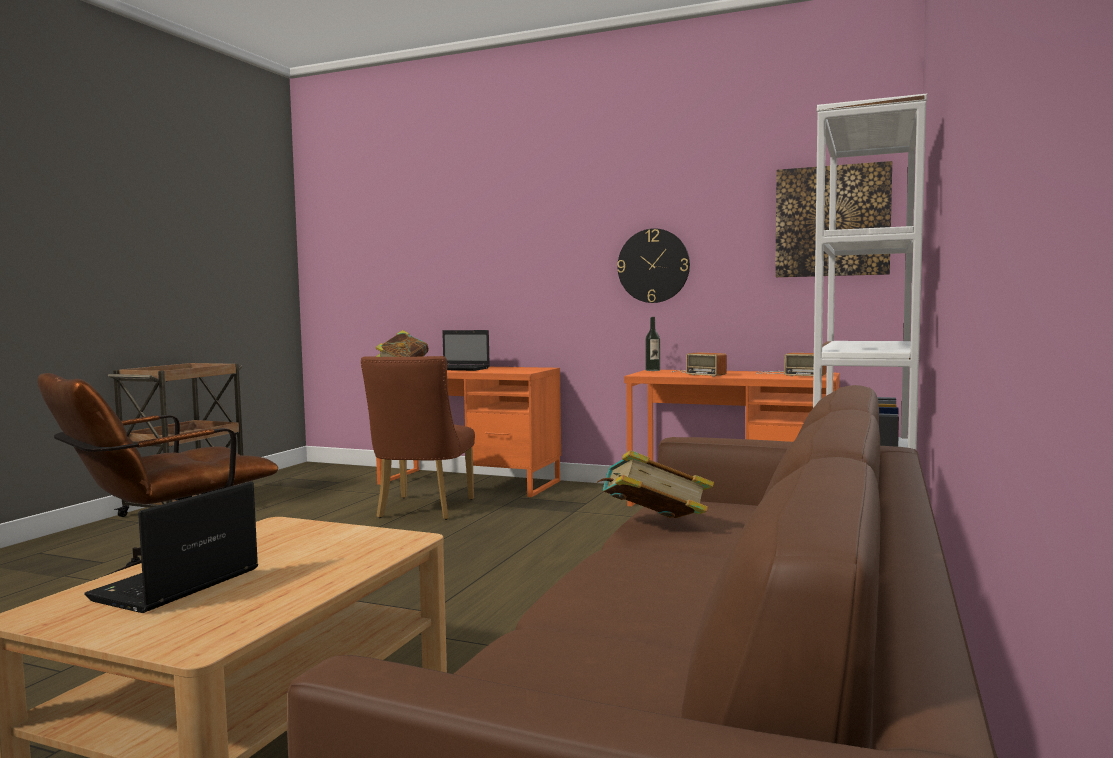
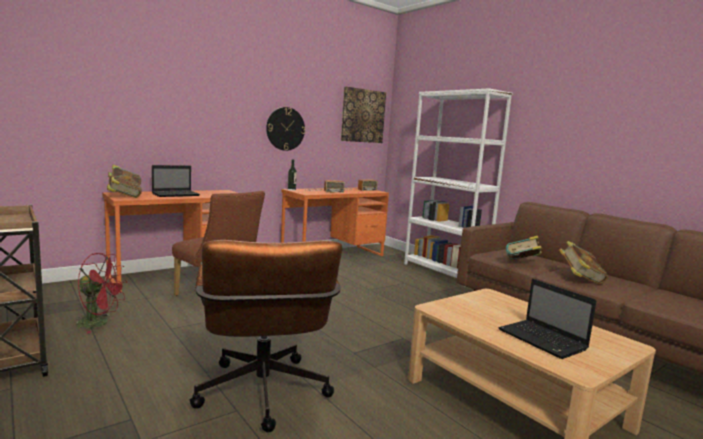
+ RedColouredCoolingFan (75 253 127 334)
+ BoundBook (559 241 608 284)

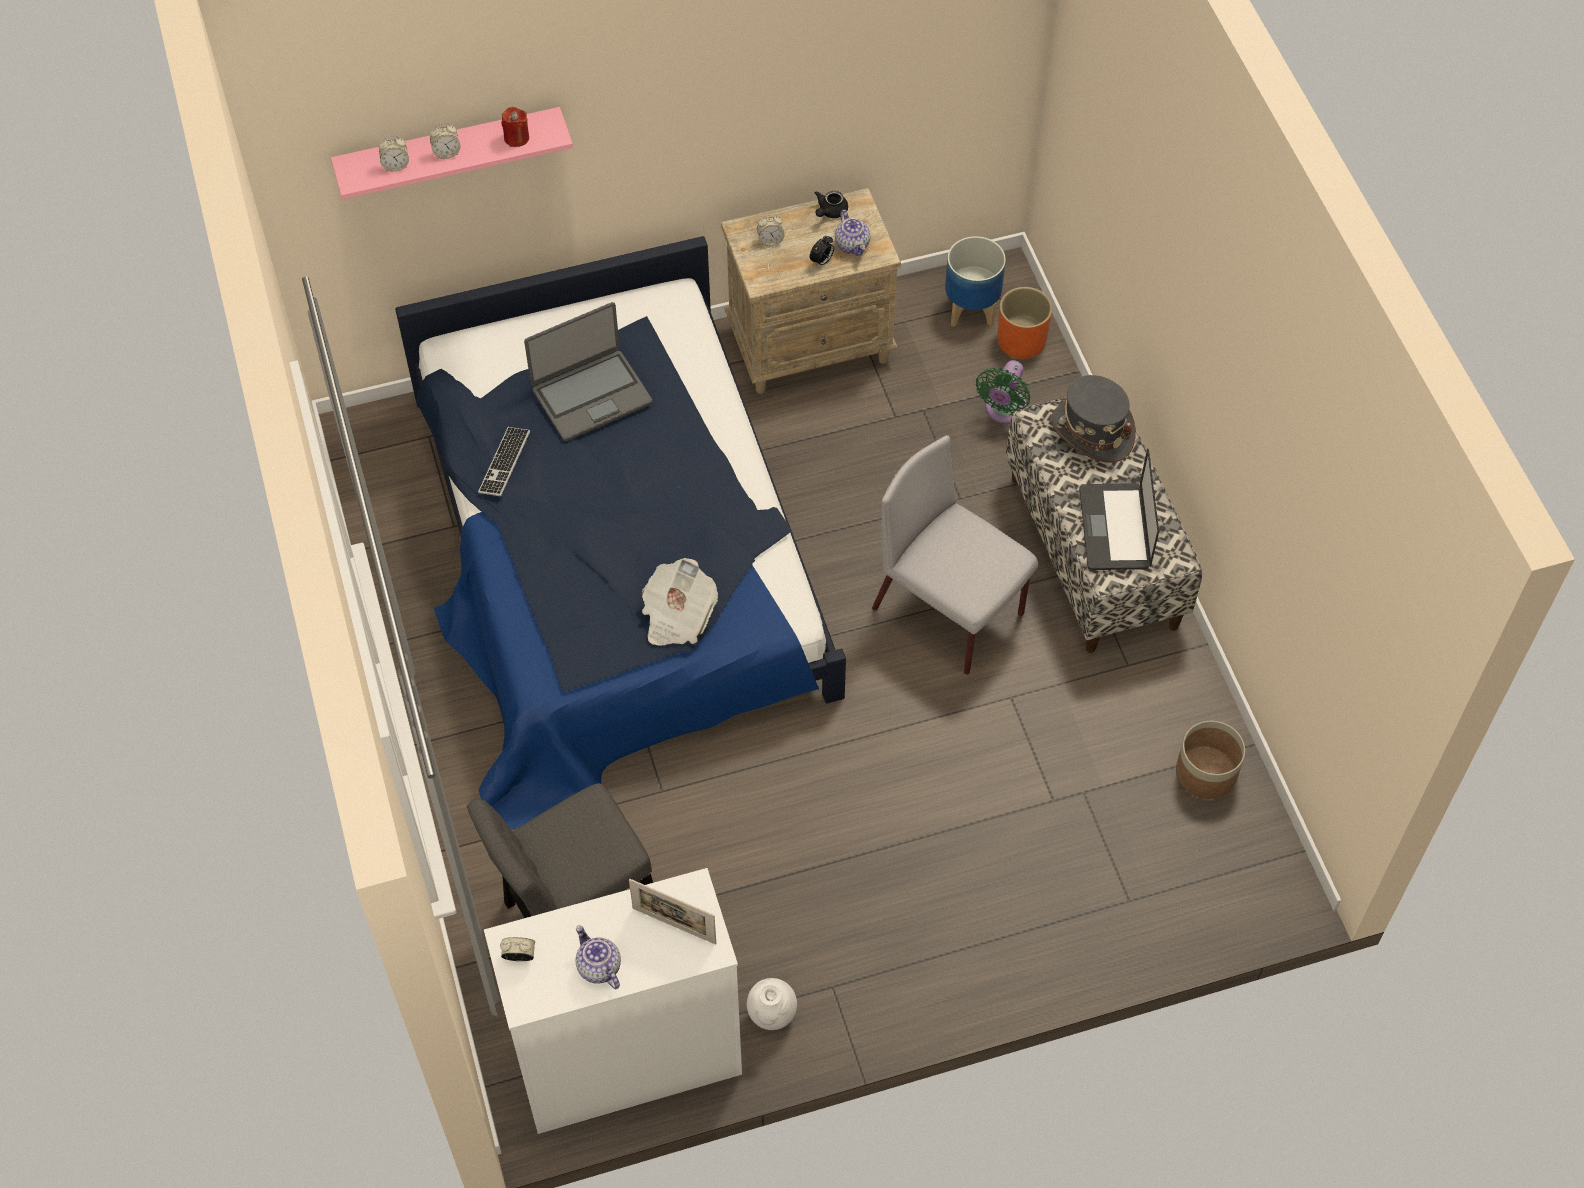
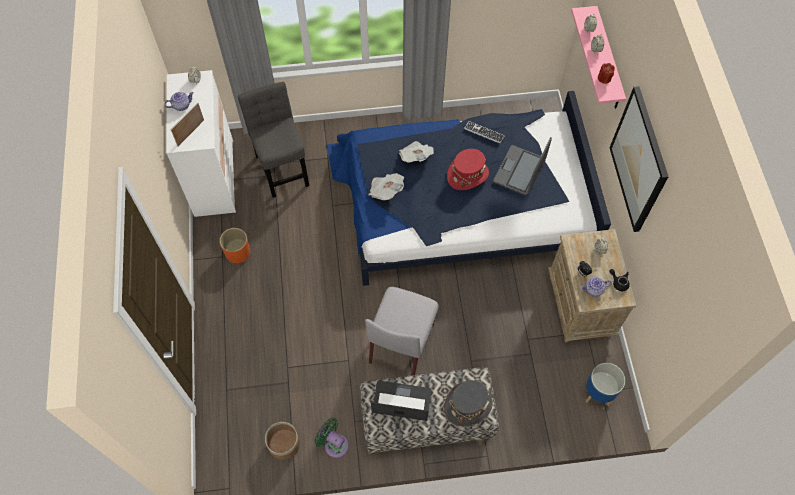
- WhitishVase (747 978 797 1030)
+ DailyPaper (399 141 434 162)
+ RedColouredWearableHat (447 149 489 190)
+ Picture (610 86 668 232)
~ GreenCoolingFan (976 360 1030 424) to (314 418 349 458)
~ OrangeColouredPlantPot (998 287 1053 359) to (219 228 250 263)
~ NotebookComputer (524 302 652 441) = (493 137 552 195) 45 degrees clockwise
~ GreyishPlainChair (872 435 1038 674) = (365 287 439 375) 150 degrees clockwise

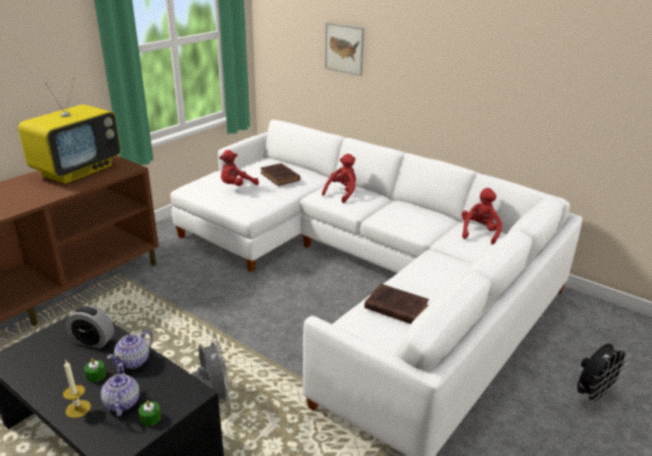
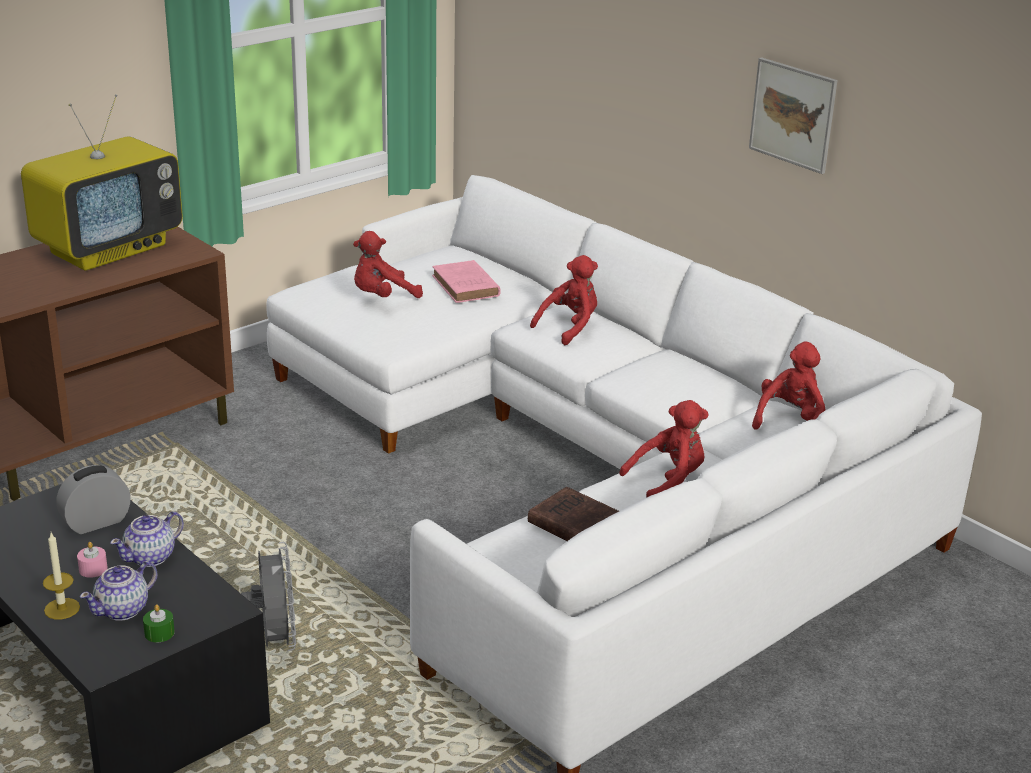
- BlackCoolingFan (577 343 631 406)
+ RedColouredPlushToy (619 400 709 498)
~ Picture (325 23 364 76) to (749 57 837 174)
~ GreenCandle (84 358 106 382) to PinkCandle (77 542 108 578)
~ BrownBoundBook (260 163 300 186) to PinkBoundBook (432 260 501 303)
~ TableClock (66 305 114 349) = (56 465 131 534) 120 degrees clockwise
~ TeaPot (101 363 140 417) = (80 561 158 621) 135 degrees counterclockwise

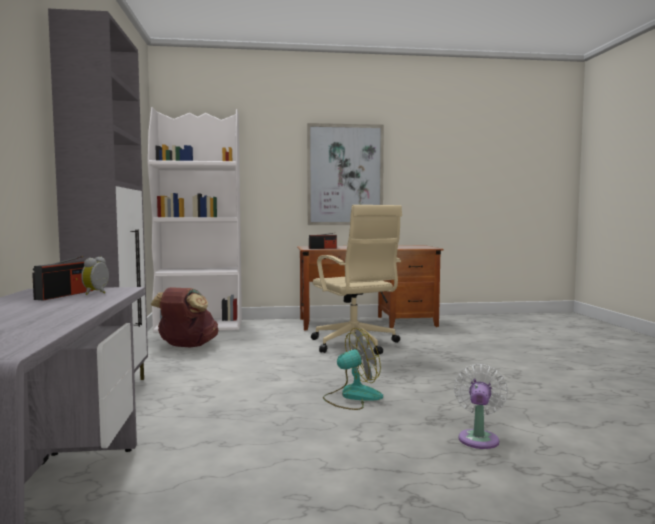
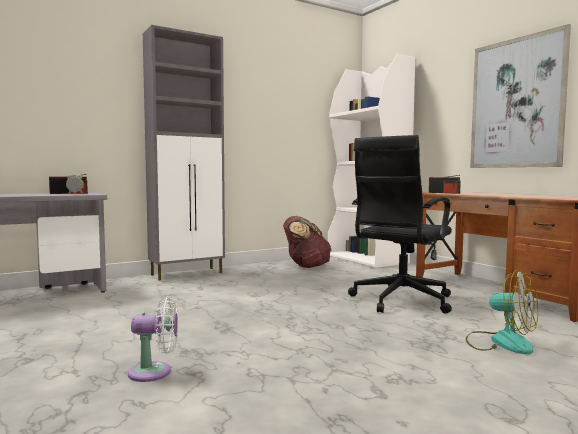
~ CoolingFan (323 328 383 410) to (466 270 538 354)
~ BeigeColouredOfficeChair (311 205 402 355) to BlackOfficeChair (348 135 452 314)

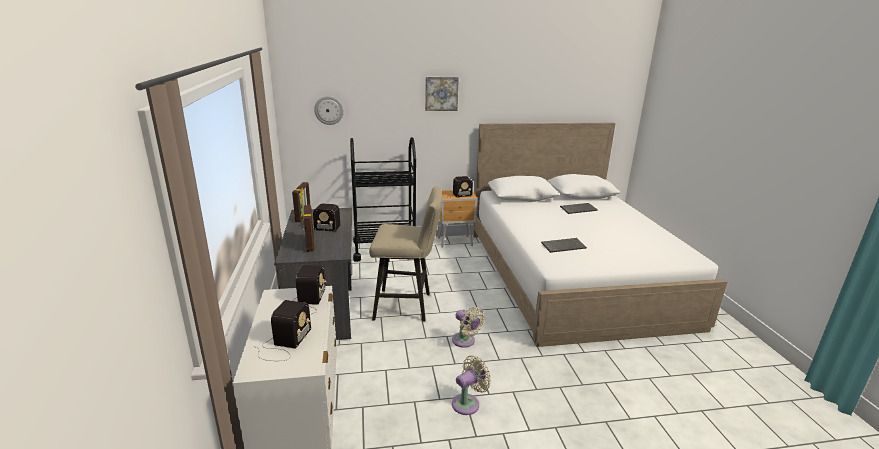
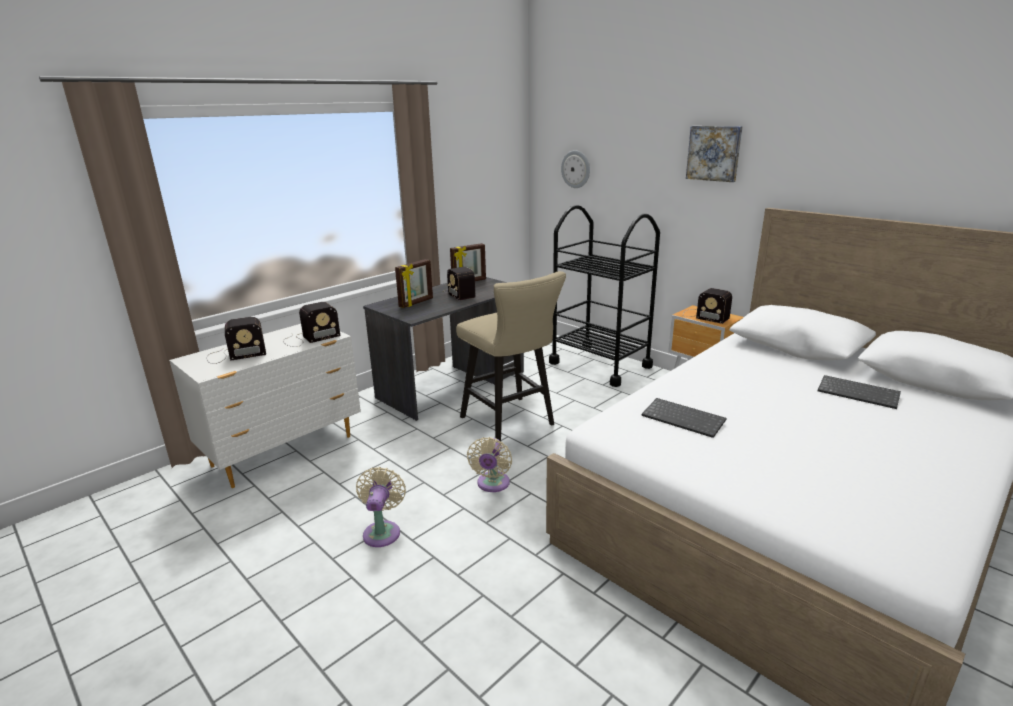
~ BeigeColouredCoolingFan (452 355 491 415) = (356 467 406 547) 105 degrees counterclockwise

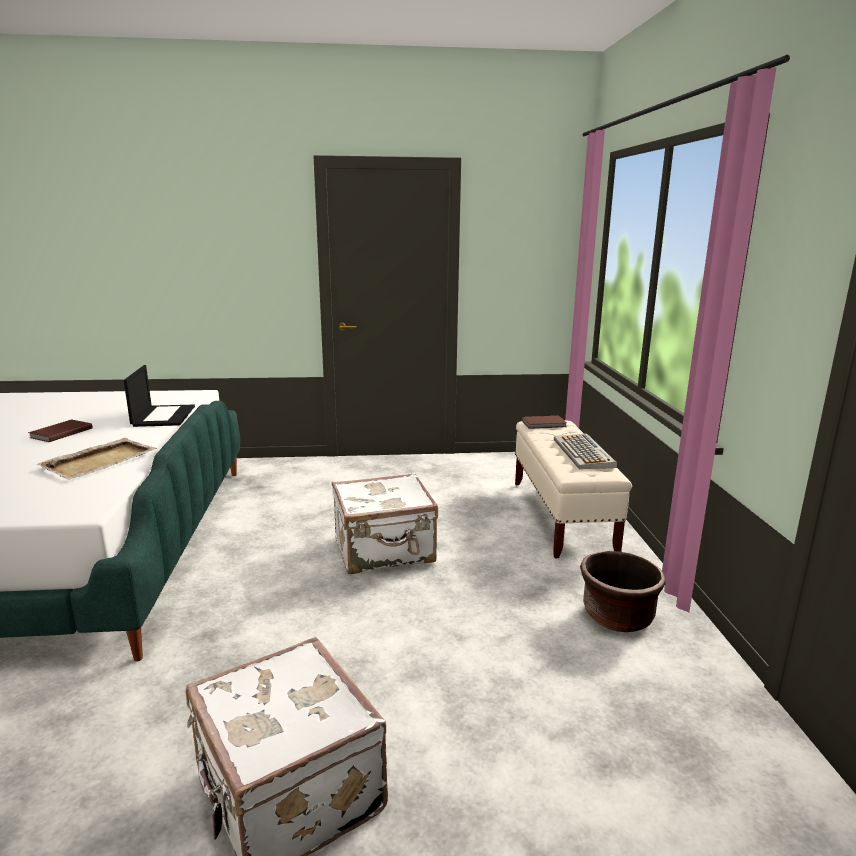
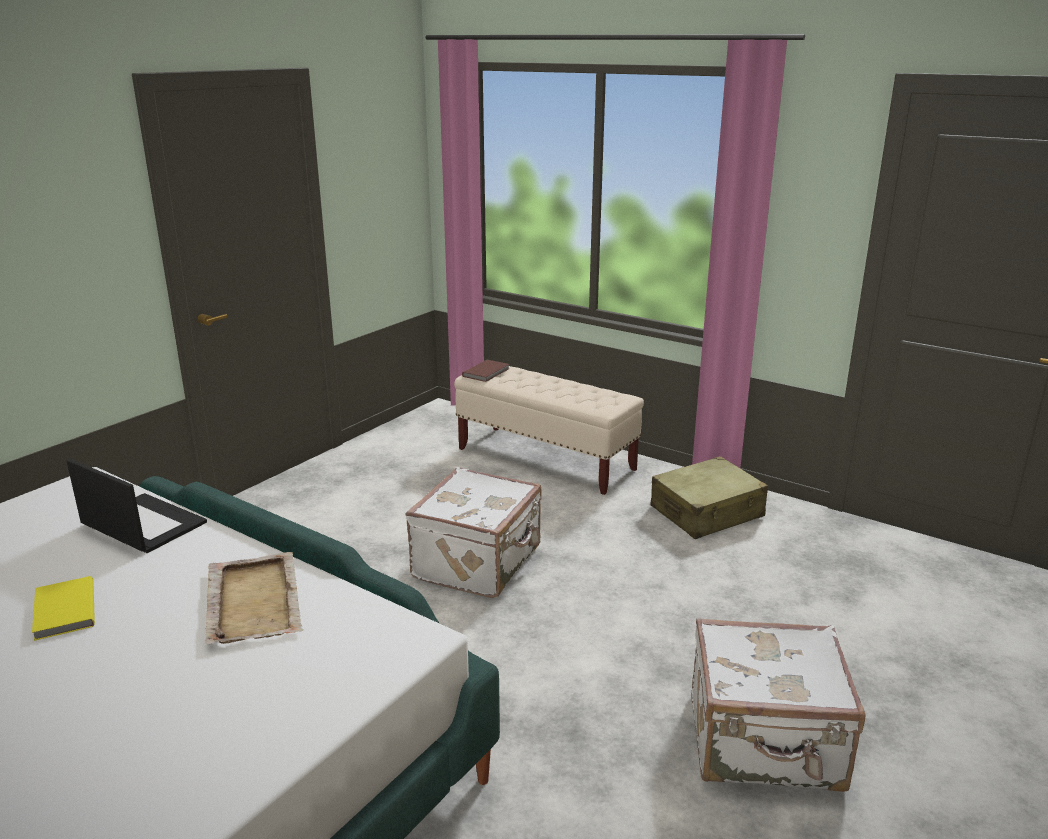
- Keyboard (554 433 617 469)
~ BrownPlantPot (580 551 665 632) to BeigeColouredPieceOfLuggage (650 456 768 539)
~ BrownBoundBook (28 419 93 442) to YellowishBoundBook (32 576 95 641)

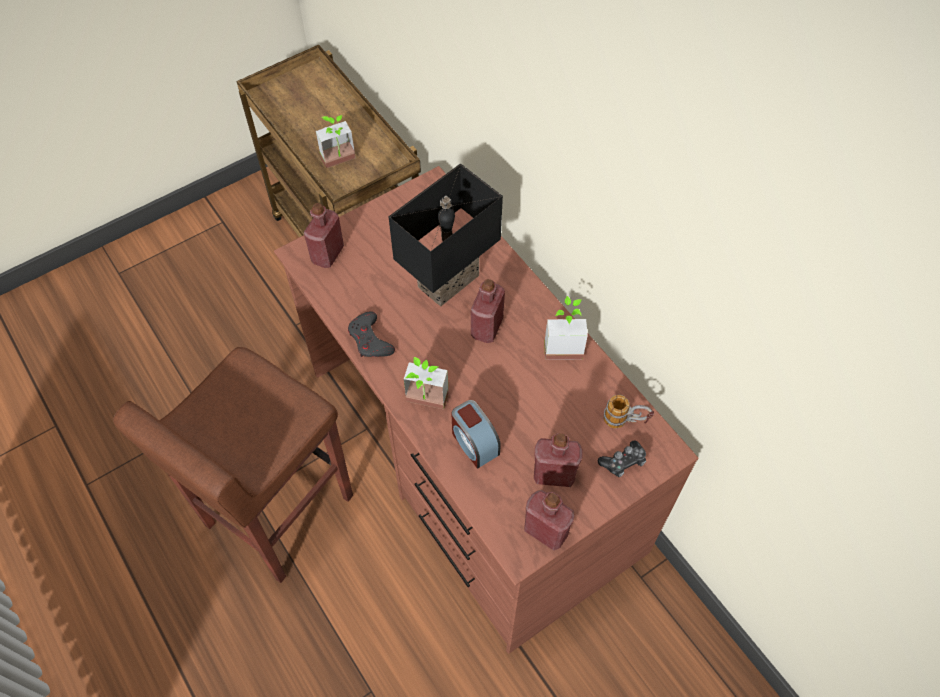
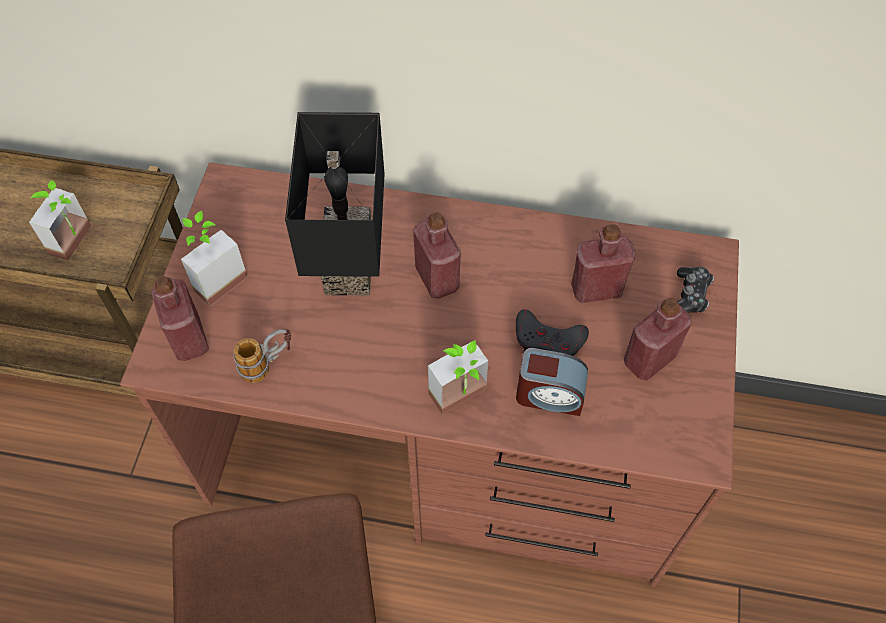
~ GreyishJoypad (348 311 395 357) to (516 309 589 356)
~ RedColouredBottle (524 490 575 551) to (571 224 635 303)
~ Houseplant (544 296 588 360) to (181 210 248 306)
~ CoffeeMug (604 395 654 428) to (233 329 291 383)

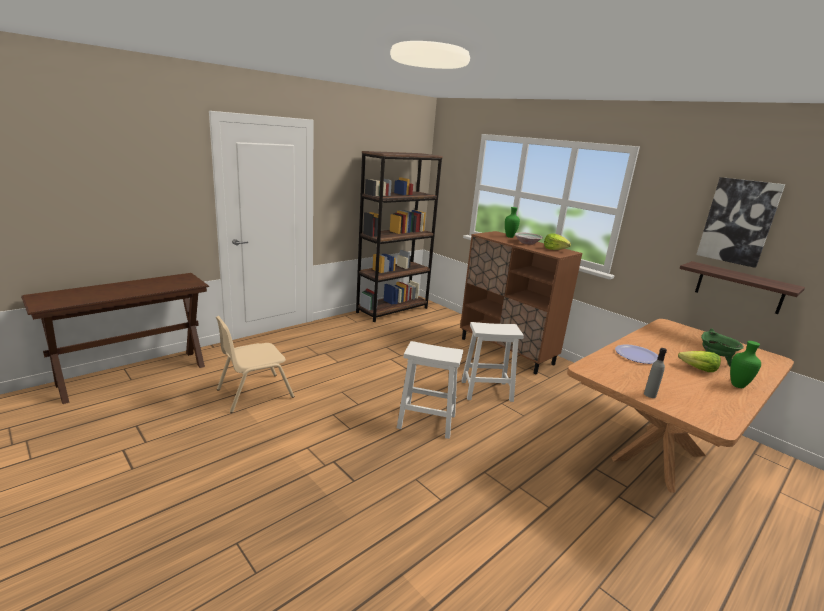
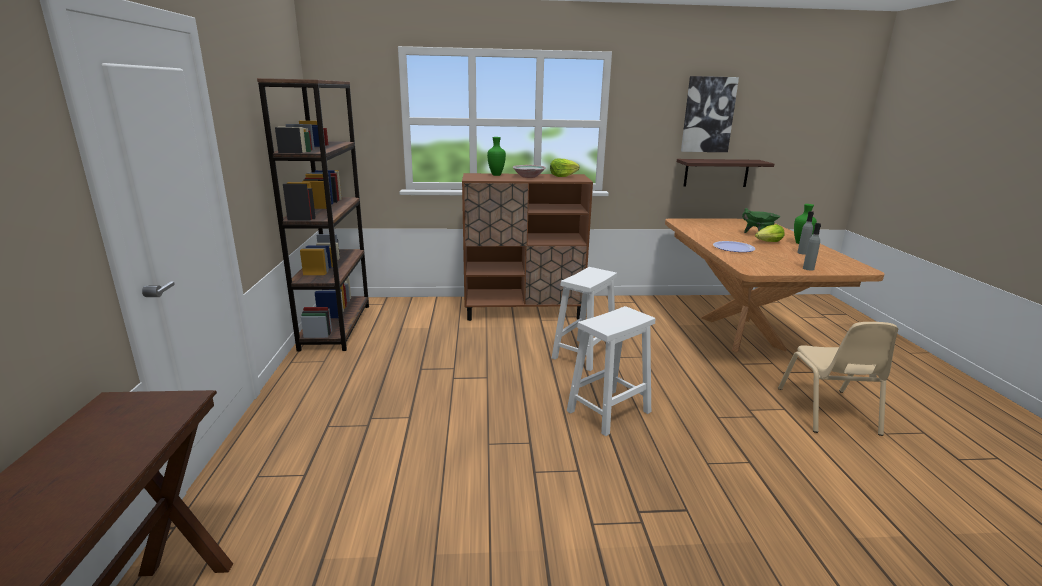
+ GreyishBottle (797 211 814 255)
~ BeigeColouredPlainChair (216 316 294 413) to (778 322 898 436)

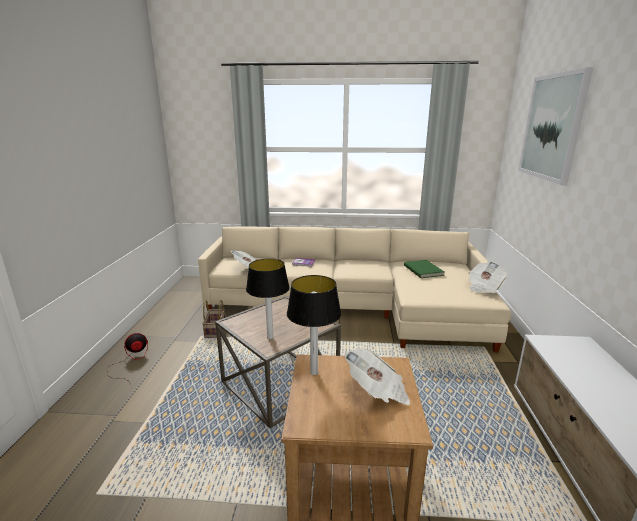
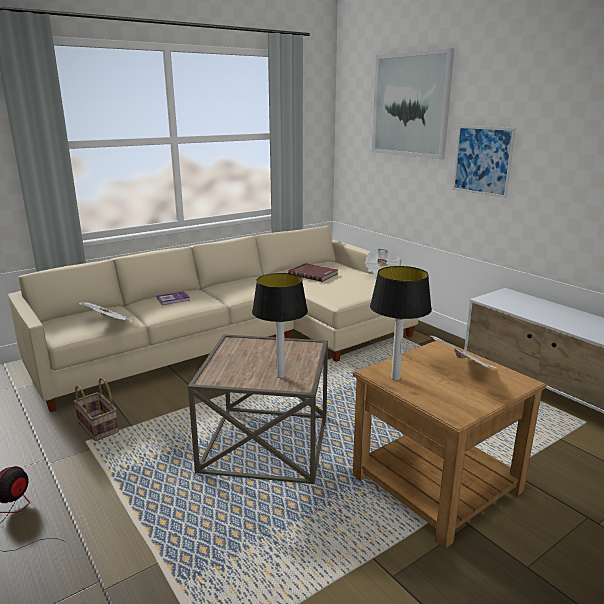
+ Picture (453 126 516 198)
~ GreenBoundBook (404 260 444 278) to RedColouredBoundBook (288 263 338 282)

